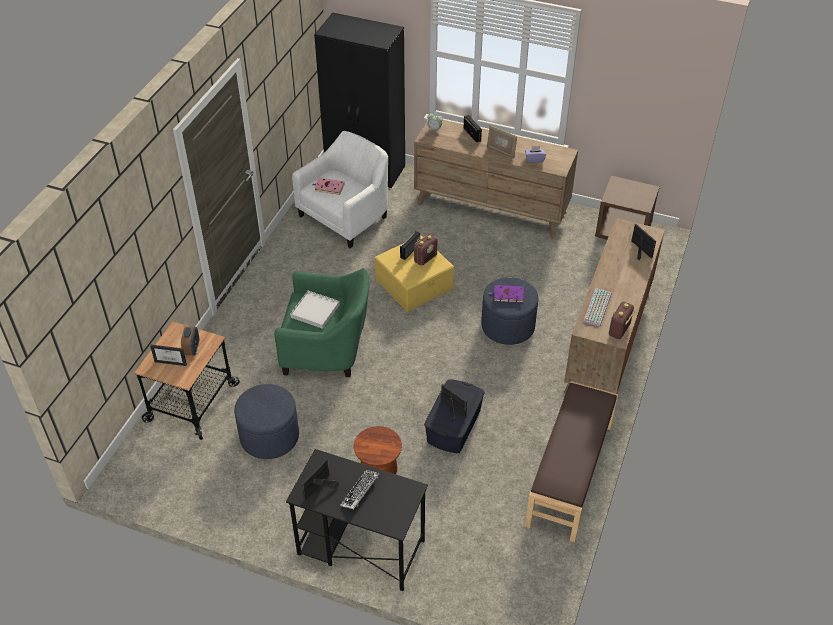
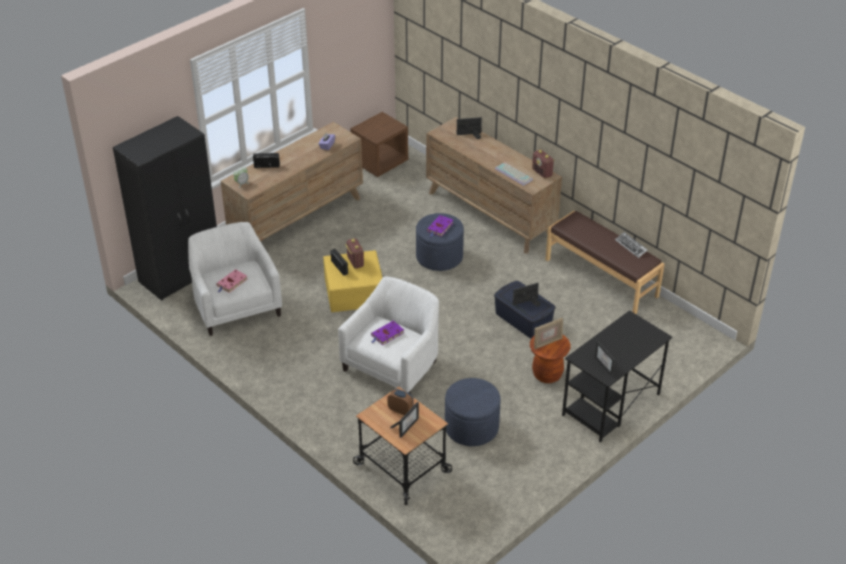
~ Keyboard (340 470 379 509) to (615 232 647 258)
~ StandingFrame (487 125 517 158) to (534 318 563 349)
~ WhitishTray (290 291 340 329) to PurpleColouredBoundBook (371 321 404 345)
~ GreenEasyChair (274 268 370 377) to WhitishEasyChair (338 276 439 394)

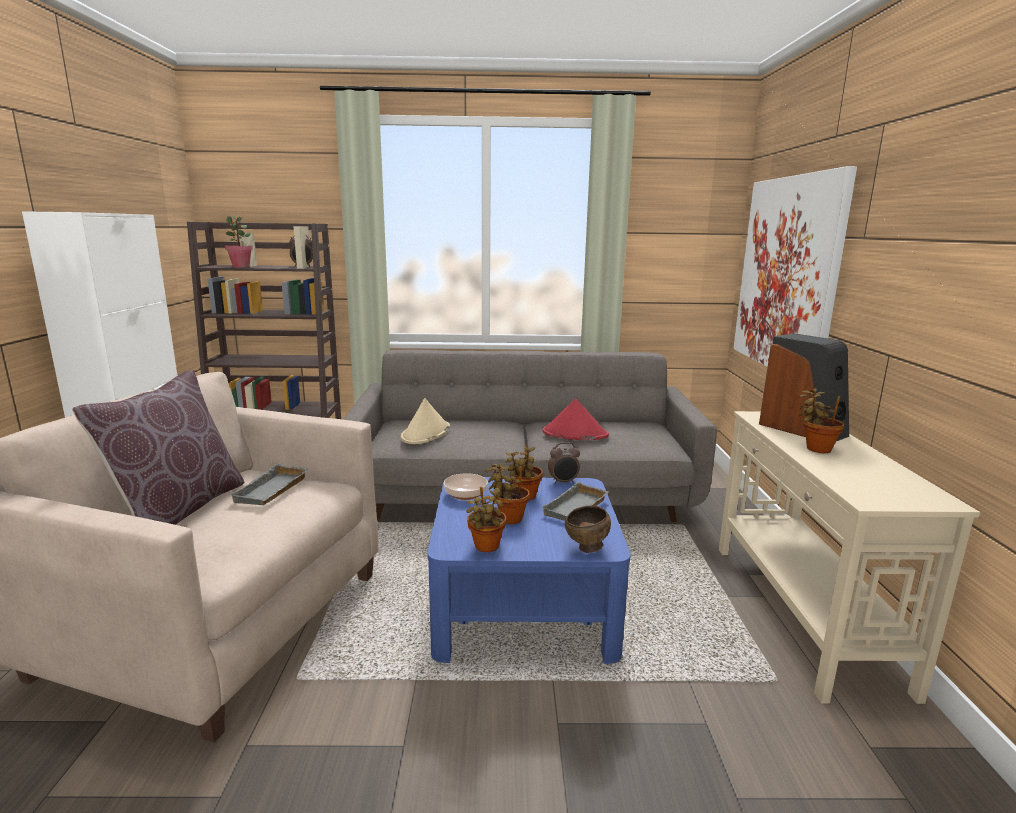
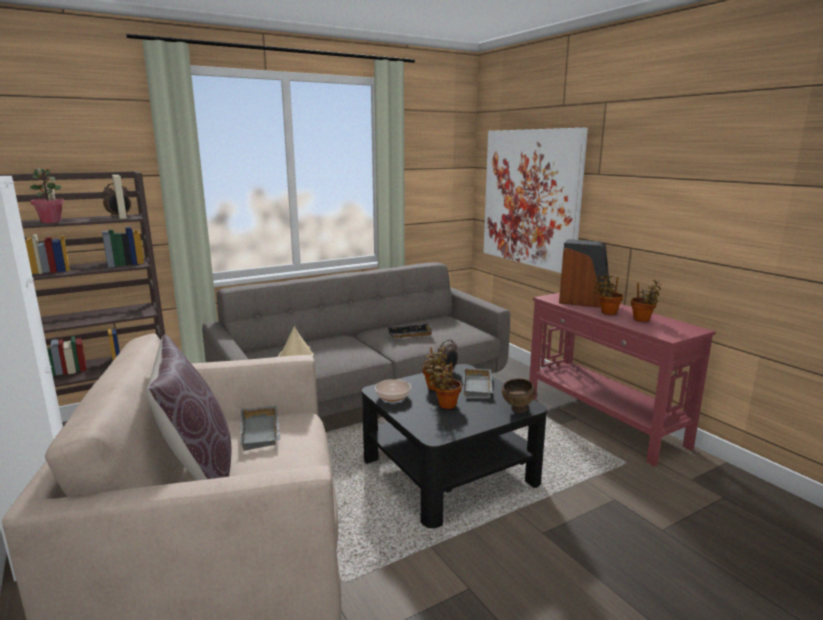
~ Houseplant (466 487 506 552) to (631 279 662 322)
~ RedColouredWearableHat (543 398 609 440) to BlackTray (387 323 434 338)
~ BluishLoungeTable (427 477 631 664) to BlackLoungeTable (362 364 547 528)
~ BeigeColouredConsoleTable (719 411 980 704) to RedColouredConsoleTable (529 293 716 467)

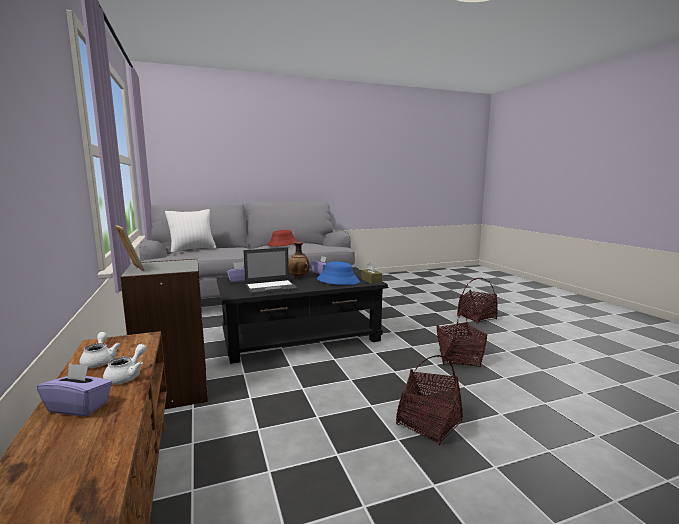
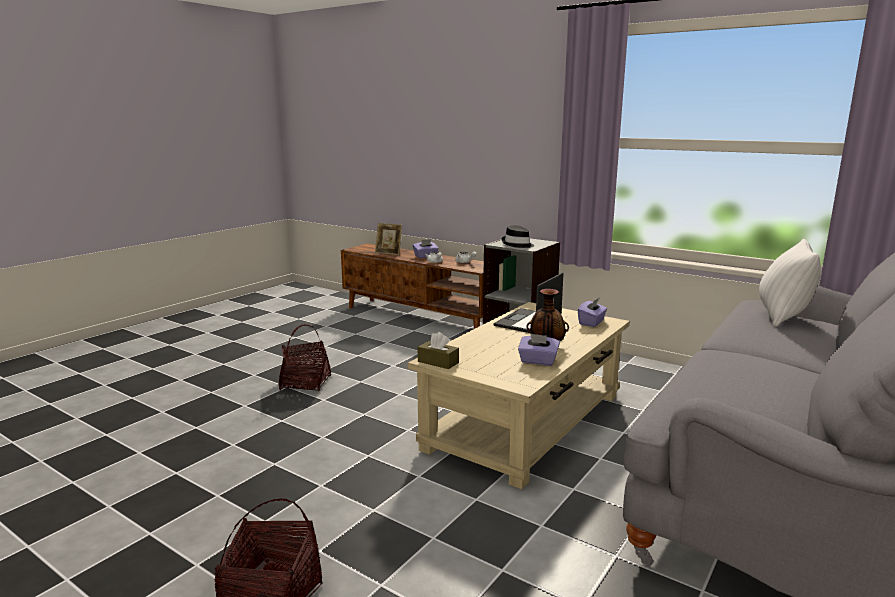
- RedColouredWearableHat (267 230 298 247)
- BluishWearableHat (317 262 360 285)
- StorageBasket (436 307 487 367)
+ BlackWearableHat (501 225 534 248)
~ StandingFrame (115 225 145 271) to (375 223 402 255)
~ BlackLoungeTable (217 267 388 364) to BeigeColouredLoungeTable (408 302 630 489)

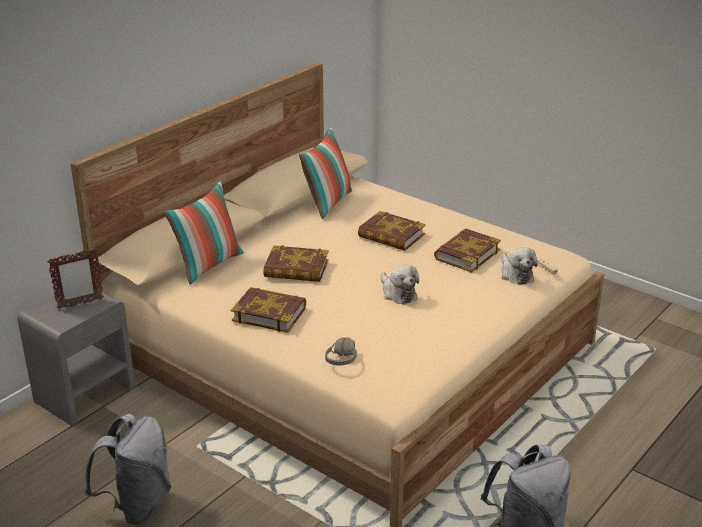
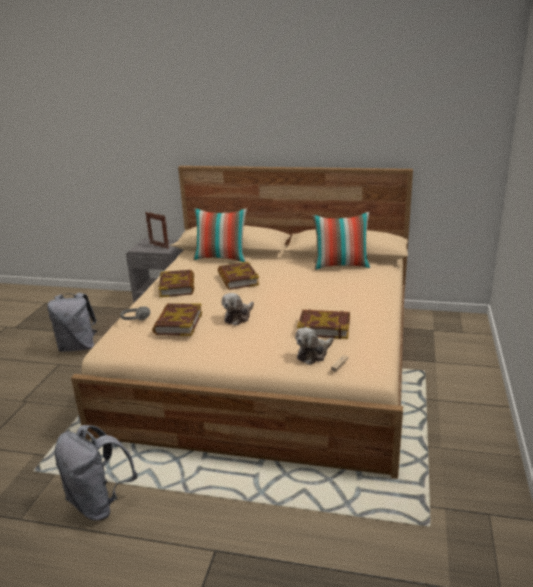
~ BoundBook (358 211 426 251) to (152 303 202 336)

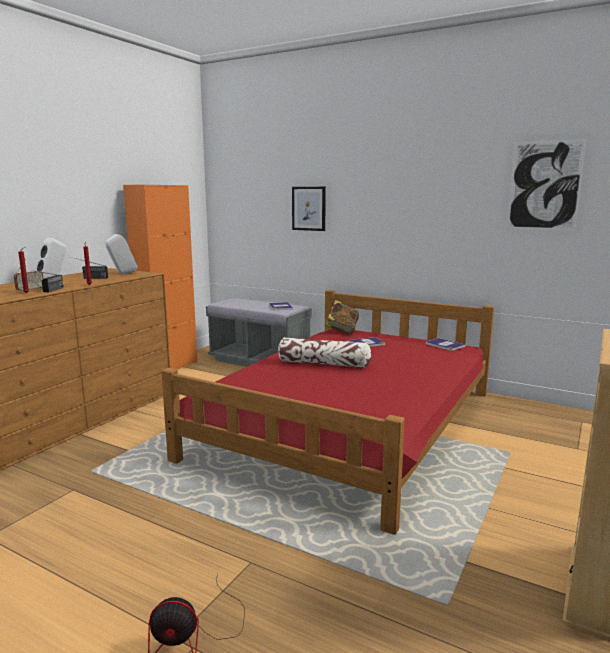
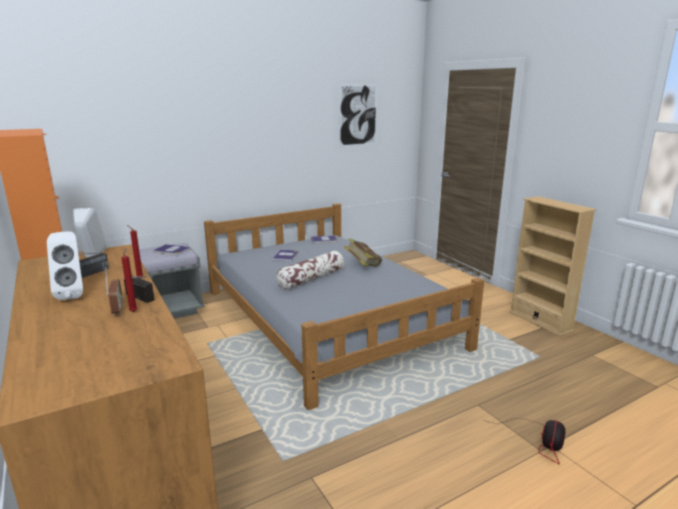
- Picture (292 187 326 231)
~ BoundBook (325 300 359 335) to (344 238 382 267)
~ RedColouredBed (161 290 494 535) to GreyishBed (204 203 484 410)

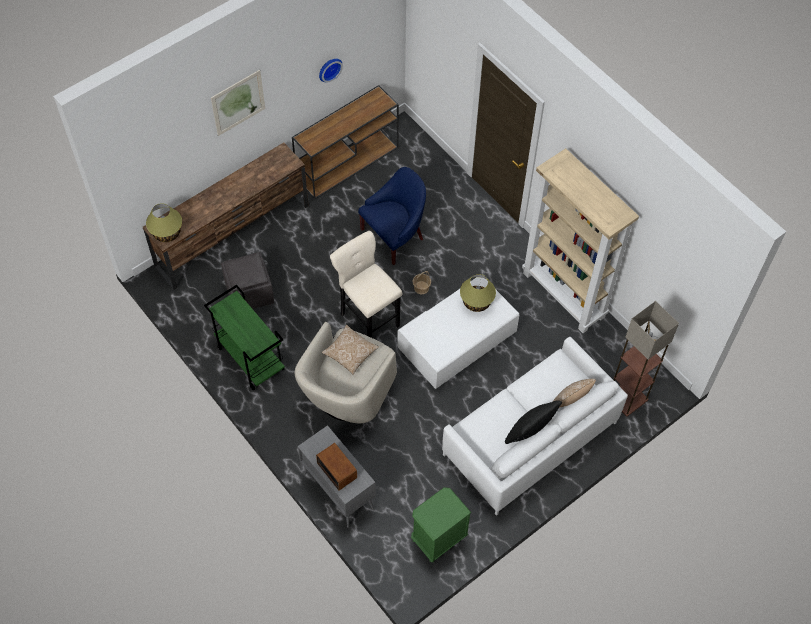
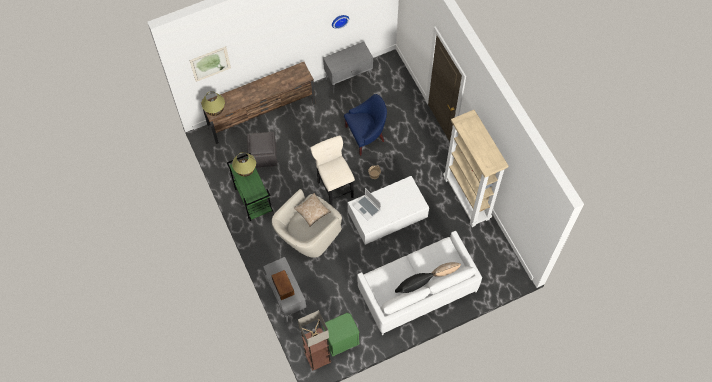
+ NotebookComputer (353 188 381 221)
~ Picture (211 70 265 136) to (189 46 231 82)
~ TabletopLamp (460 274 496 312) to (232 152 256 177)
~ StandardLamp (614 301 679 416) to (298 310 331 370)
~ BrownConsoleTable (292 85 399 199) to GreyishCupboard (323 42 373 94)

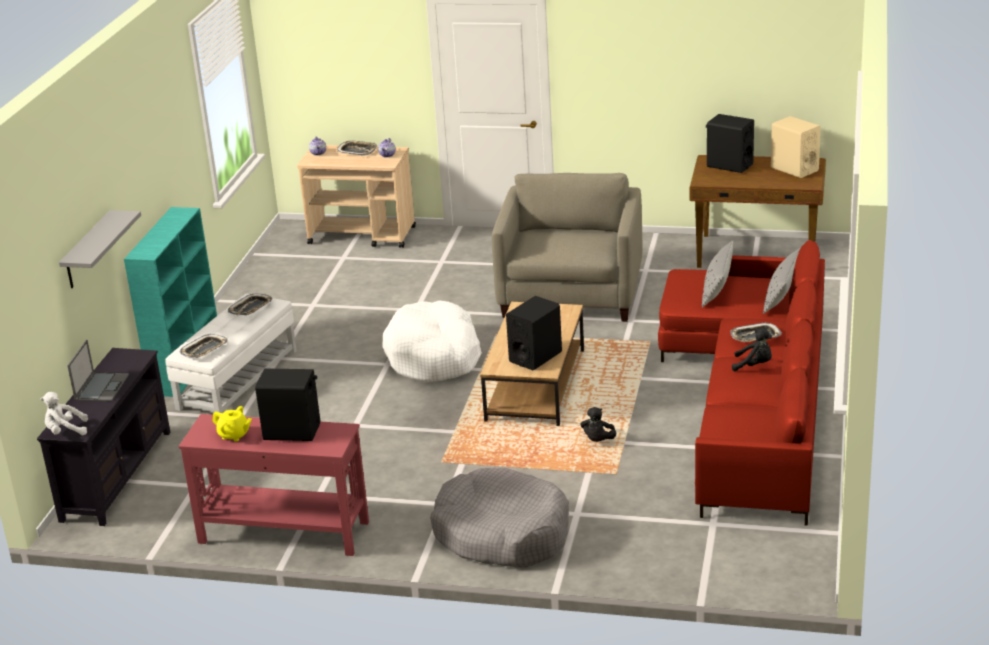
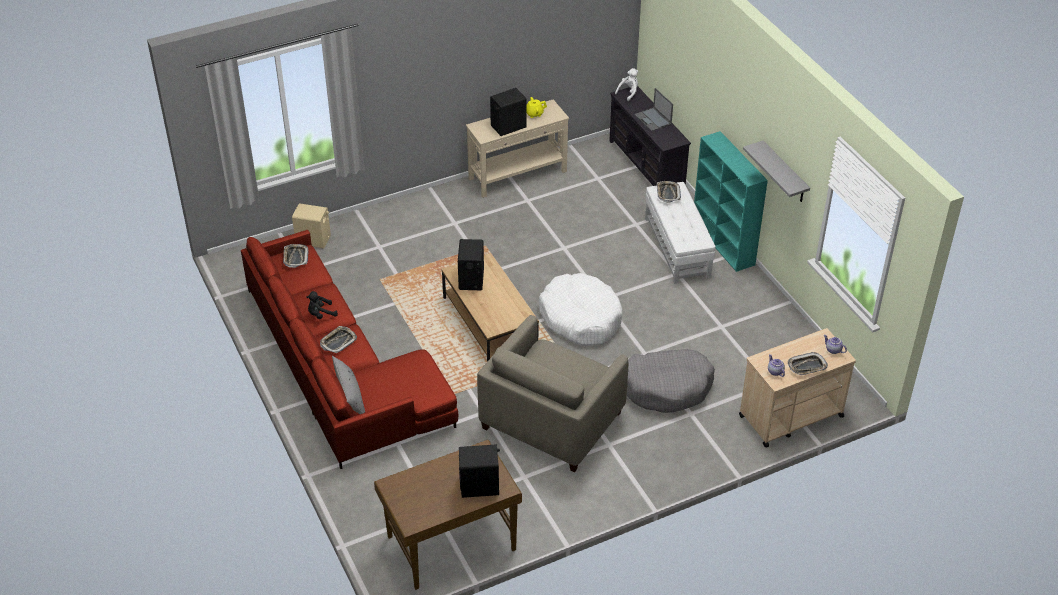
- BlackPlushToy (580 407 617 442)
- GreyishCushion (702 240 733 307)
~ GreyishBracketShelf (59 210 141 288) to (743 141 810 202)
~ Tray (228 293 273 315) to (283 244 309 268)
~ GreyishDogCushion (430 467 569 568) to (627 349 715 413)
~ BeigeColouredLoudspeaker (771 116 821 178) to (292 203 331 248)
~ RedColouredConsoleTable (179 414 369 556) to BeigeColouredConsoleTable (466 99 569 198)
~ BeigeColouredEasyChair (492 173 642 322) = (477 315 628 472) 60 degrees clockwise

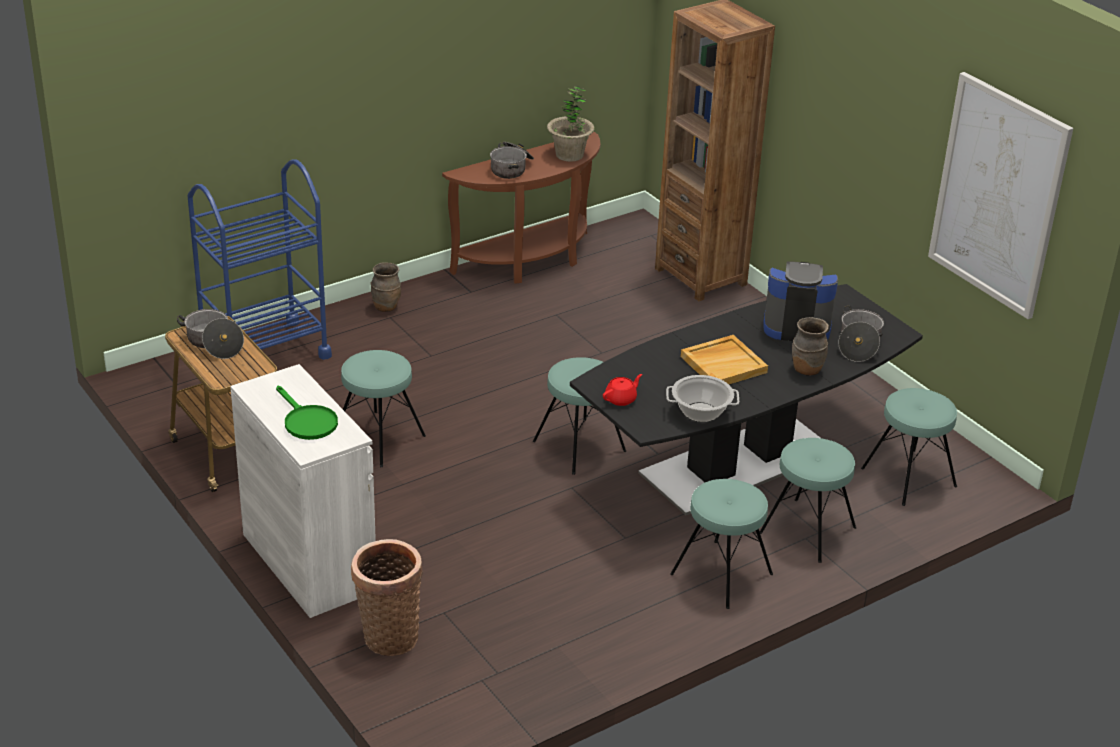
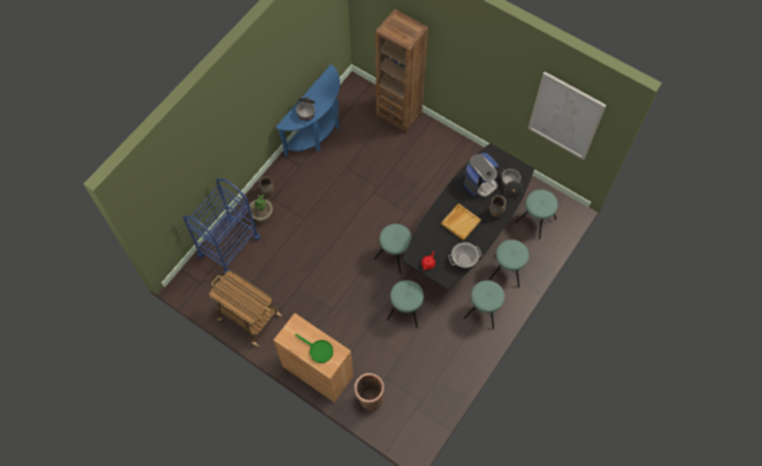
- Saucepot (177 309 244 359)
~ BlueGreenSittingStool (341 350 426 467) to (387 280 425 328)
~ Houseplant (547 86 595 162) to (250 194 273 222)
~ WhitishCupboard (230 364 376 618) to BrownCupboard (274 313 353 402)
~ BrownConsoleTable (442 132 601 284) to BluishConsoleTable (276 65 340 156)
~ CoffeeBrewer (763 261 838 341) = (464 153 499 198) 150 degrees clockwise

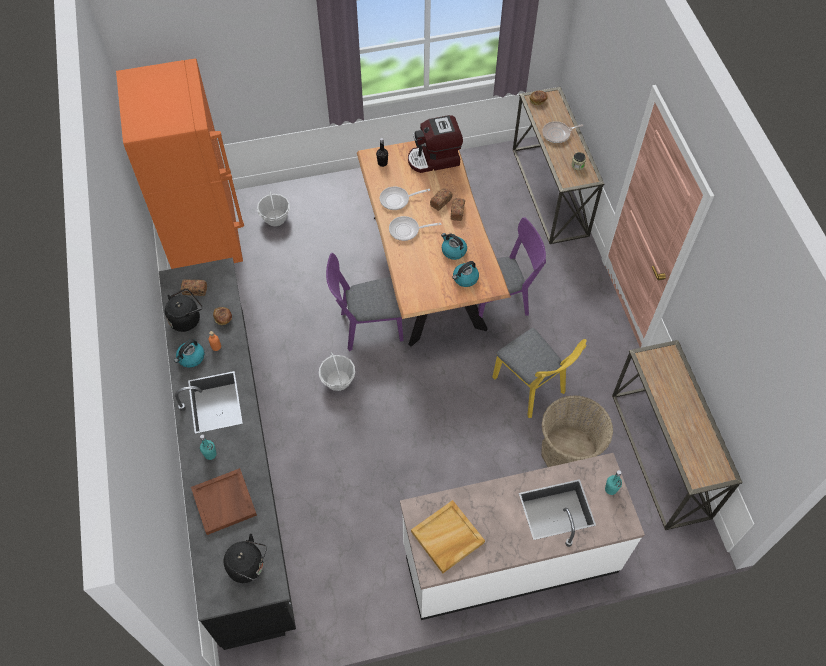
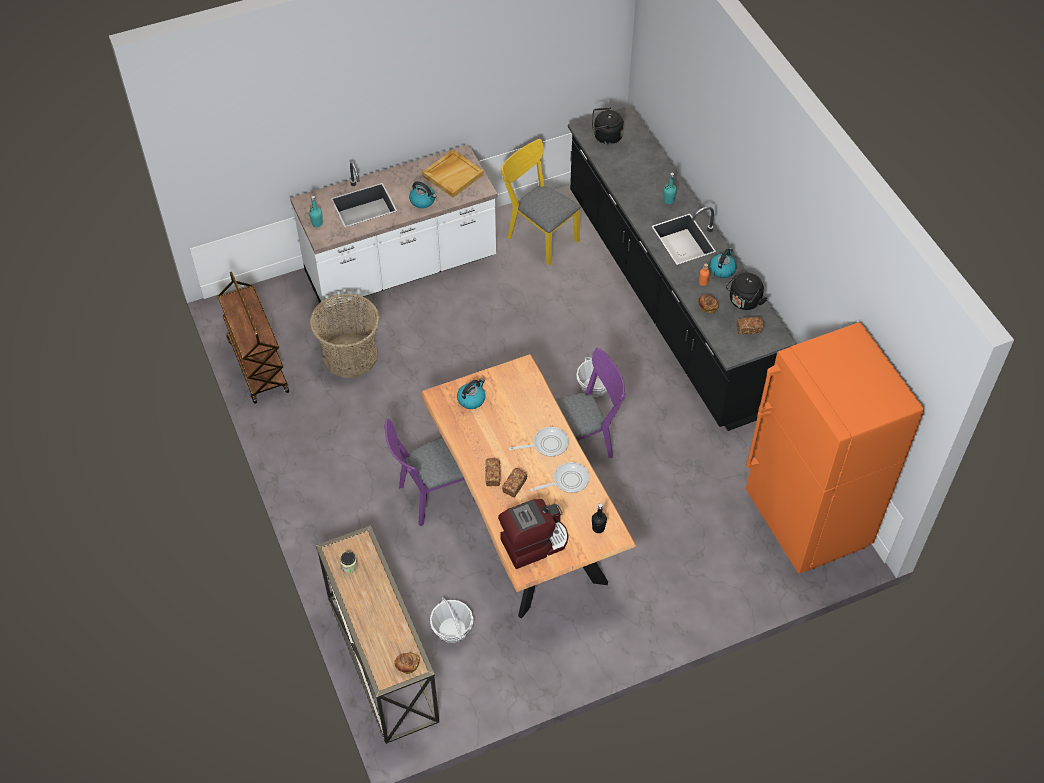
- BrownTray (191 468 257 535)
- Pan (542 121 583 143)
~ StorageBasket (257 191 290 226) to (430 597 473 643)
~ WaterKettle (441 233 467 260) to (409 181 437 208)
~ YellowishPlainChair (492 328 587 418) to (501 139 581 265)
~ ConsoleTable (612 340 743 530) to BrownWheeledCart (218 272 289 404)

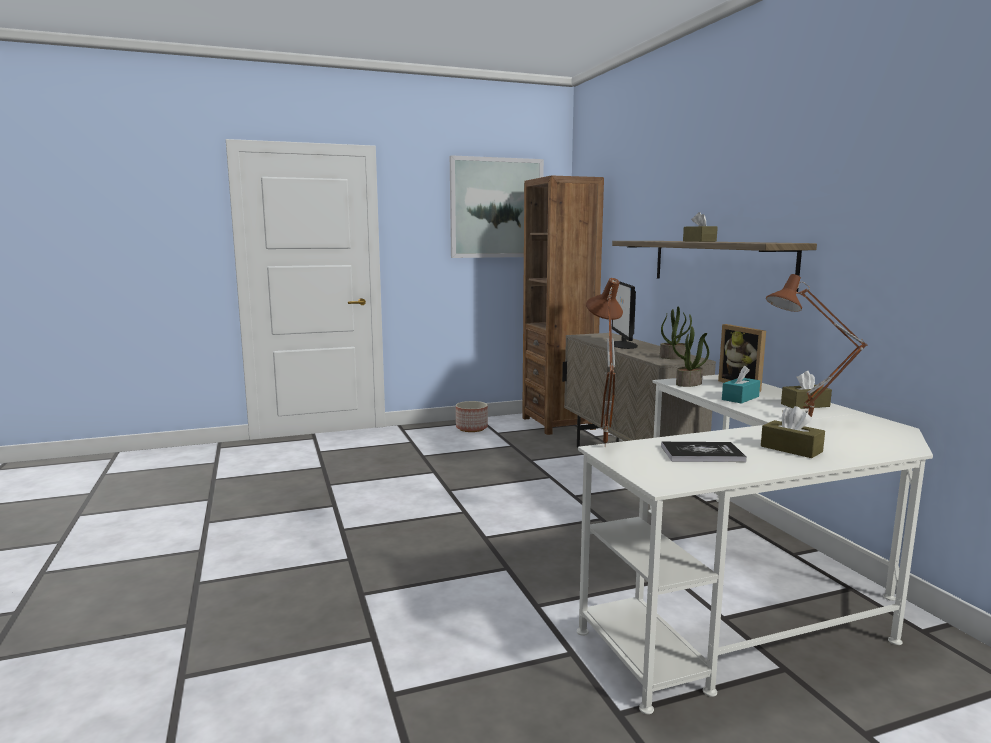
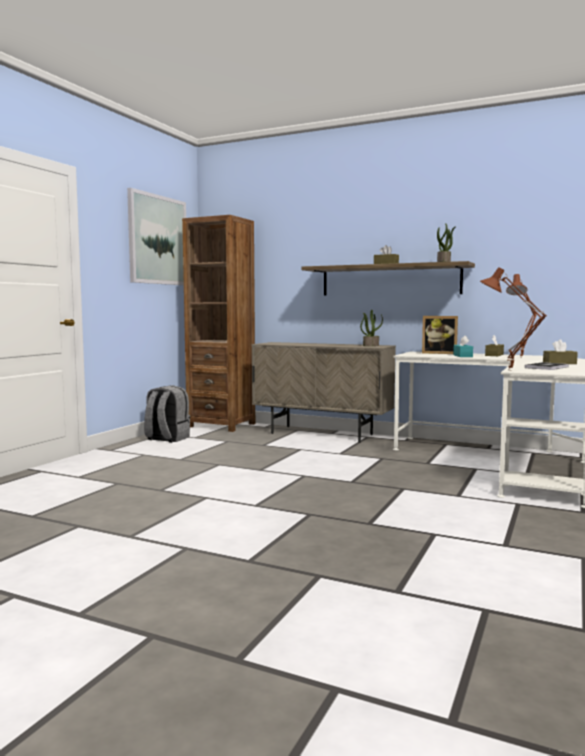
- ComputerScreen (612 281 638 349)
~ Houseplant (672 327 709 387) to (437 223 456 262)
~ PlantPot (456 401 488 432) to GreyishBackpack (144 385 190 443)

